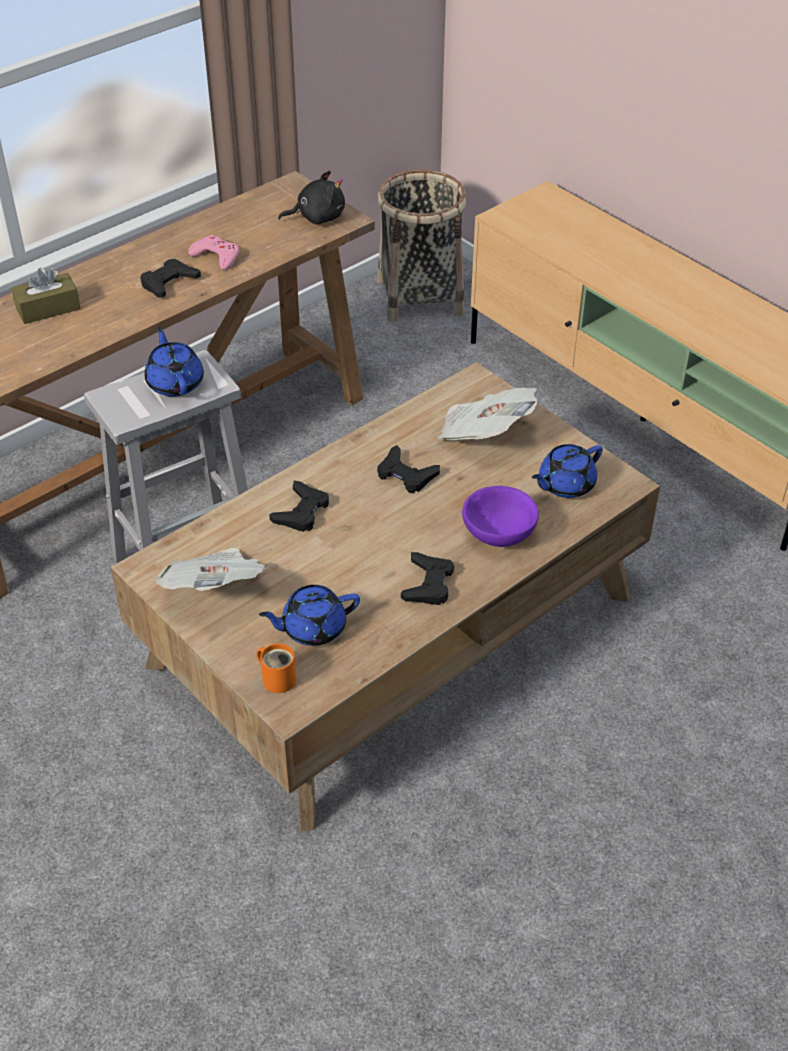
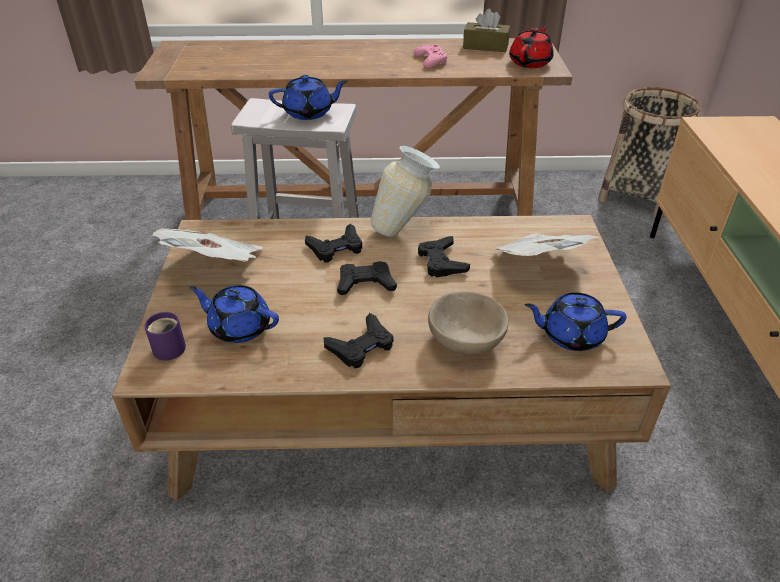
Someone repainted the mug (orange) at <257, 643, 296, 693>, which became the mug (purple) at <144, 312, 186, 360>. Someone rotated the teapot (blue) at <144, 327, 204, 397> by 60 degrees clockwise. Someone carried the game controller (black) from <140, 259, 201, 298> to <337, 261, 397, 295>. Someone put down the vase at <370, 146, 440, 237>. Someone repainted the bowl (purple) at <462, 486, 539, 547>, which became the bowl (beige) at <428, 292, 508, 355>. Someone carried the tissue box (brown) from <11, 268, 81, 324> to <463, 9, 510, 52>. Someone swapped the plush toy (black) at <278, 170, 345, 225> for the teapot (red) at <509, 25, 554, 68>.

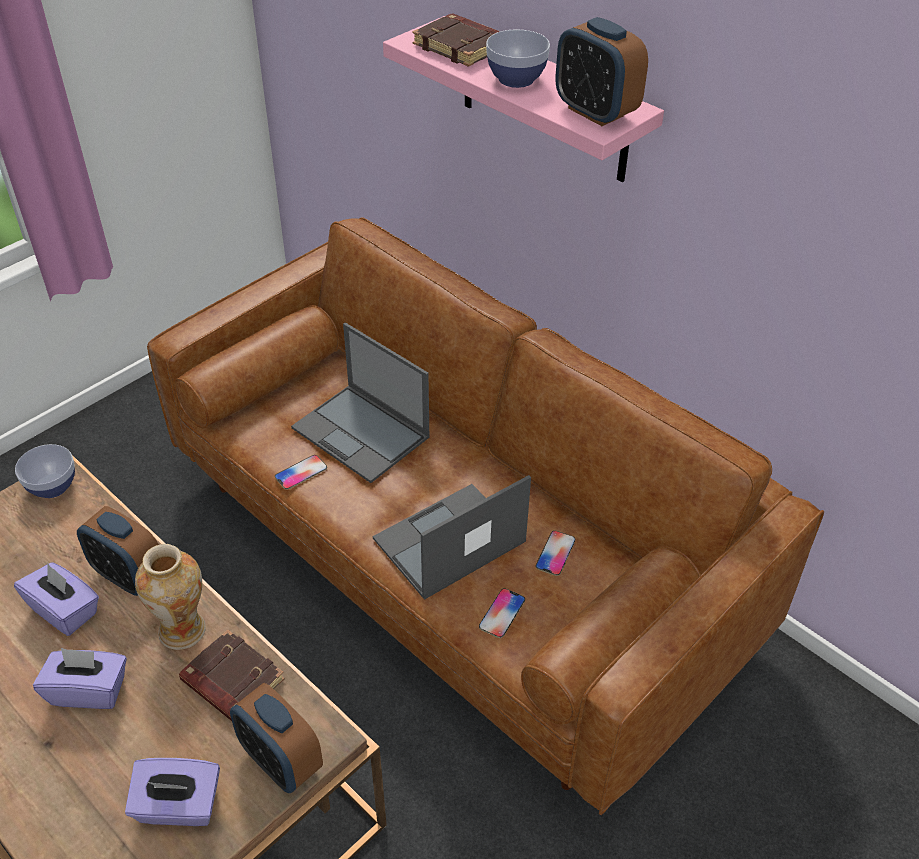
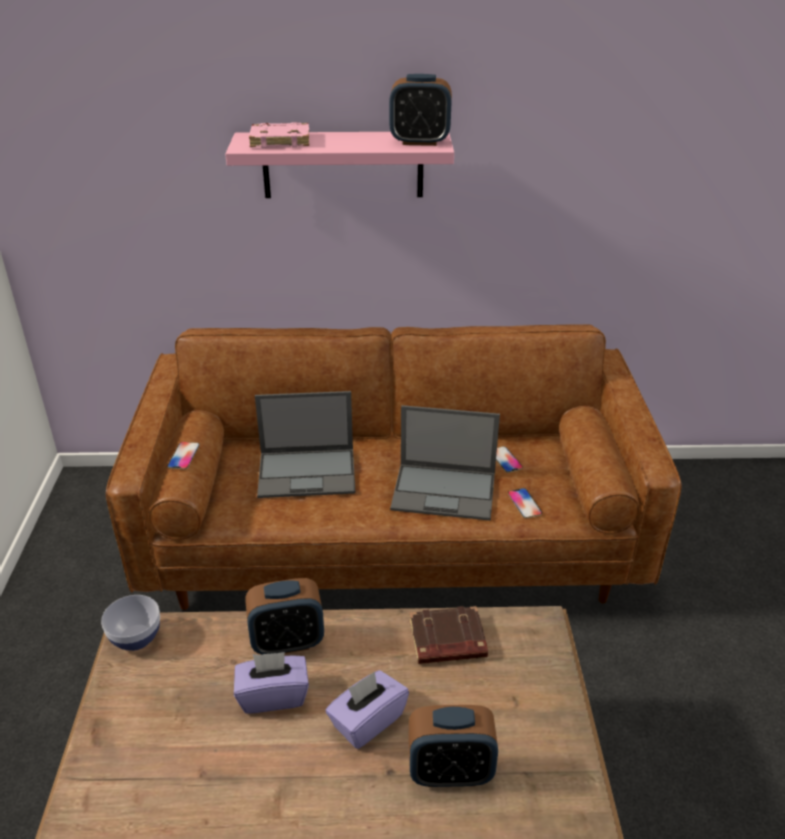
Someone carried the phone from <275, 455, 327, 490> to <167, 442, 200, 470>. Someone repainted the book (brown) at <412, 13, 500, 67>, which became the book (pink) at <249, 122, 309, 148>. Someone rotated the laptop at <373, 475, 531, 600> by 90 degrees counterclockwise. Someone carried the alarm clock from <230, 683, 323, 793> to <409, 705, 498, 787>. Someone took away the tissue box (purple) at <125, 758, 220, 826>. Someone took away the vase at <135, 544, 206, 650>. Someone took away the bowl at <486, 29, 550, 88>.

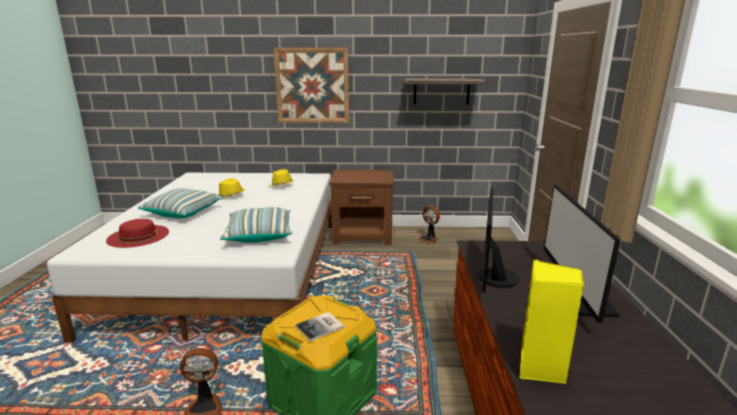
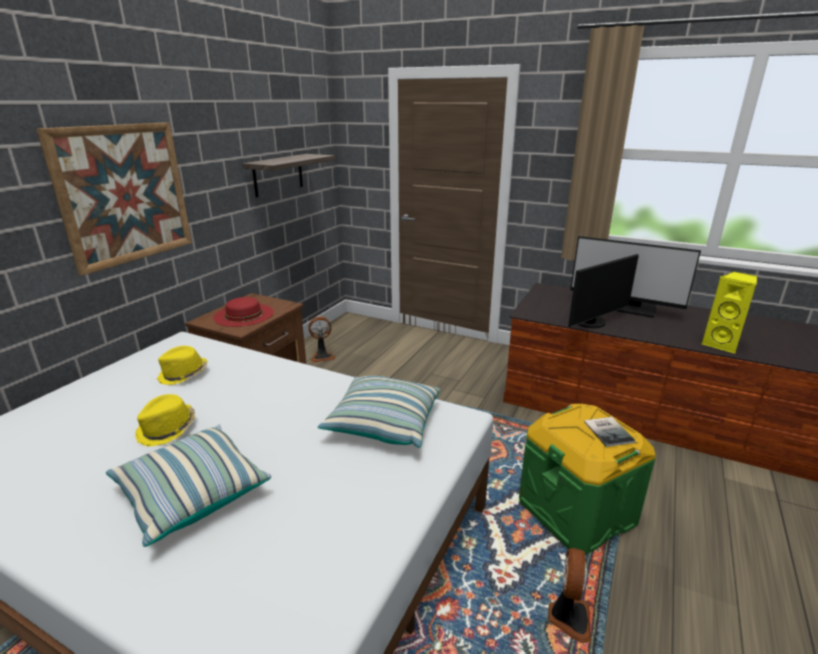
Someone carried the hat (red) from <106, 219, 169, 248> to <213, 297, 274, 327>. Someone rotated the monitor at <479, 188, 520, 293> by 75 degrees counterclockwise.

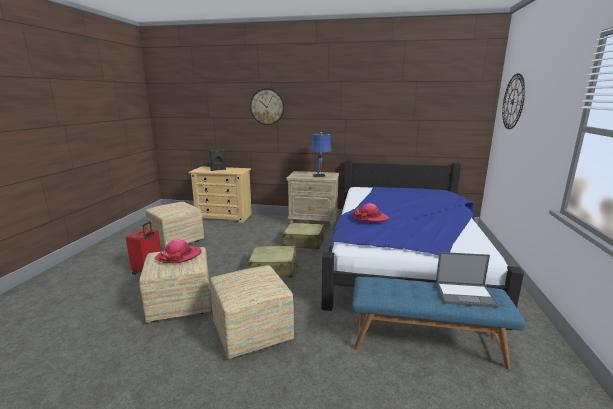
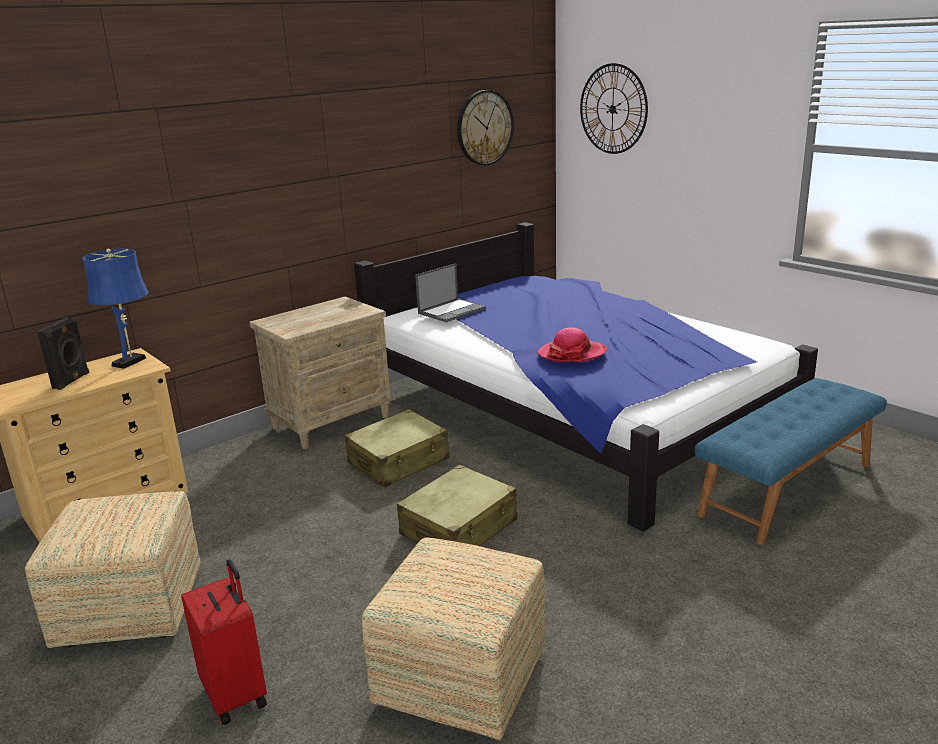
Someone carried the table lamp (blue) from <310, 132, 332, 177> to <82, 249, 149, 369>. Someone carried the laptop from <436, 252, 499, 308> to <415, 263, 486, 322>. Someone carried the wall clock from <250, 88, 284, 125> to <457, 90, 514, 165>. Someone took away the hat at <155, 239, 202, 263>. Someone took away the ottoman at <210, 265, 294, 359>.

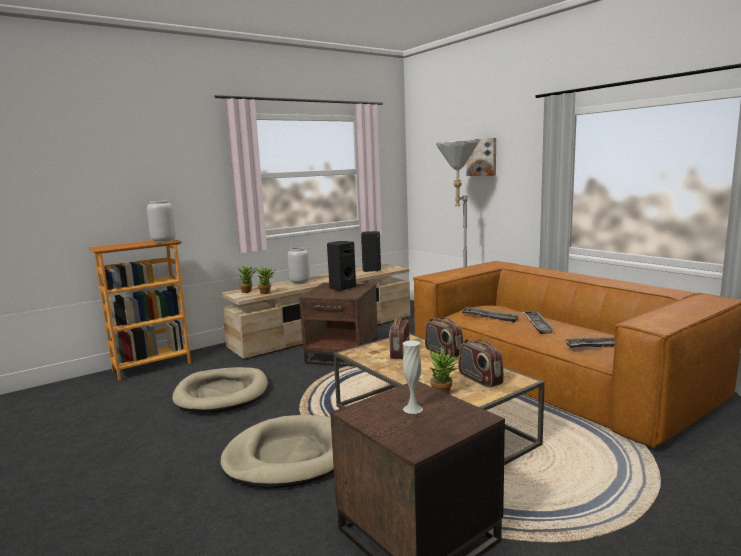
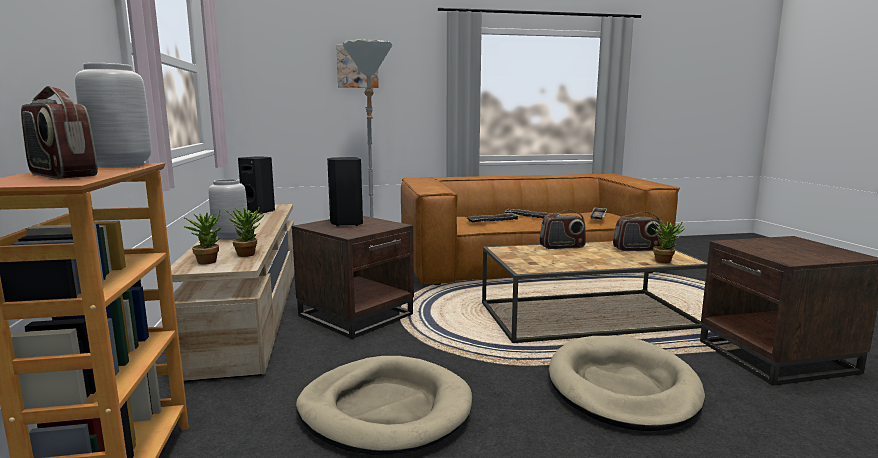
Someone carried the radio from <389, 317, 410, 359> to <21, 86, 98, 179>. Someone took away the vase (white) at <403, 340, 423, 414>.

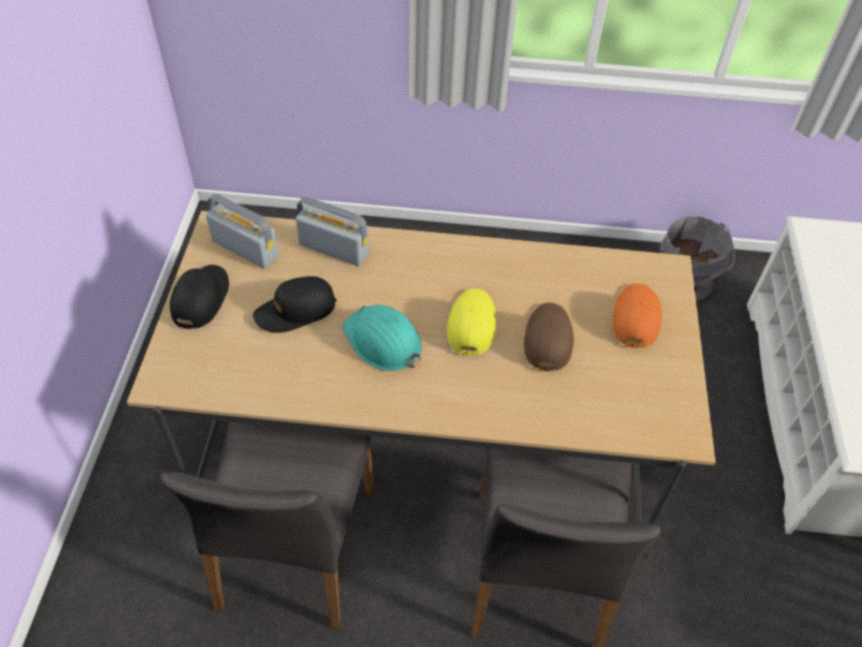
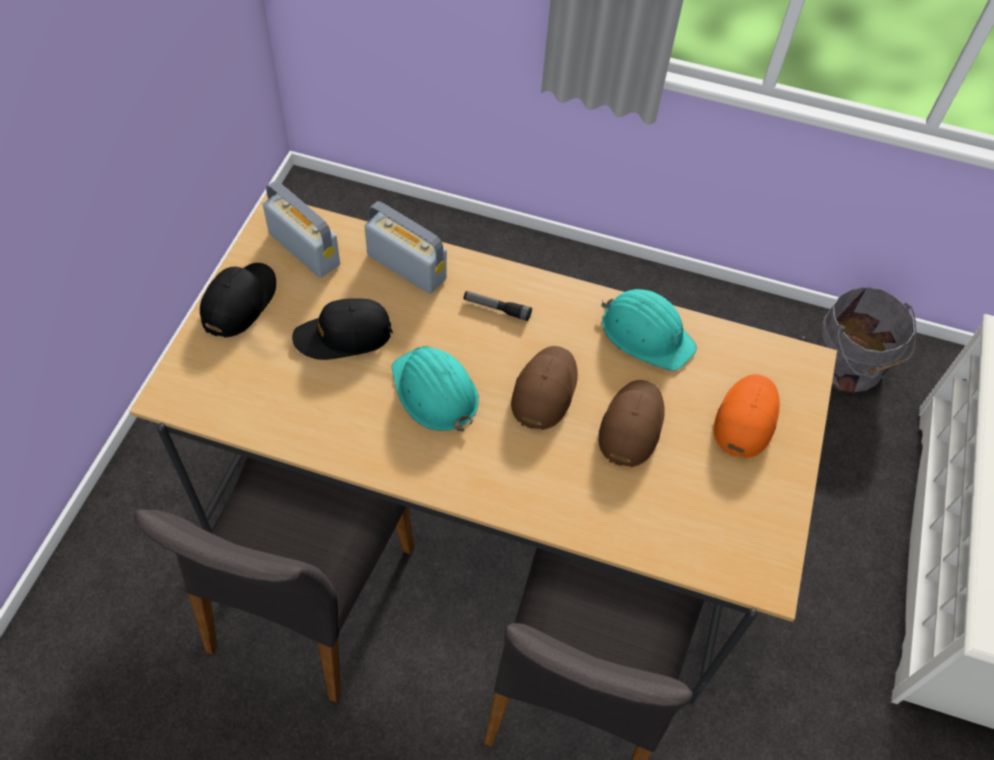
Someone put down the flashlight at <463, 291, 532, 321>. Someone repainted the cap (yellow) at <447, 289, 496, 356>, which became the cap (brown) at <511, 346, 578, 430>. Someone put down the hard hat (turquoise) at <601, 289, 697, 371>.

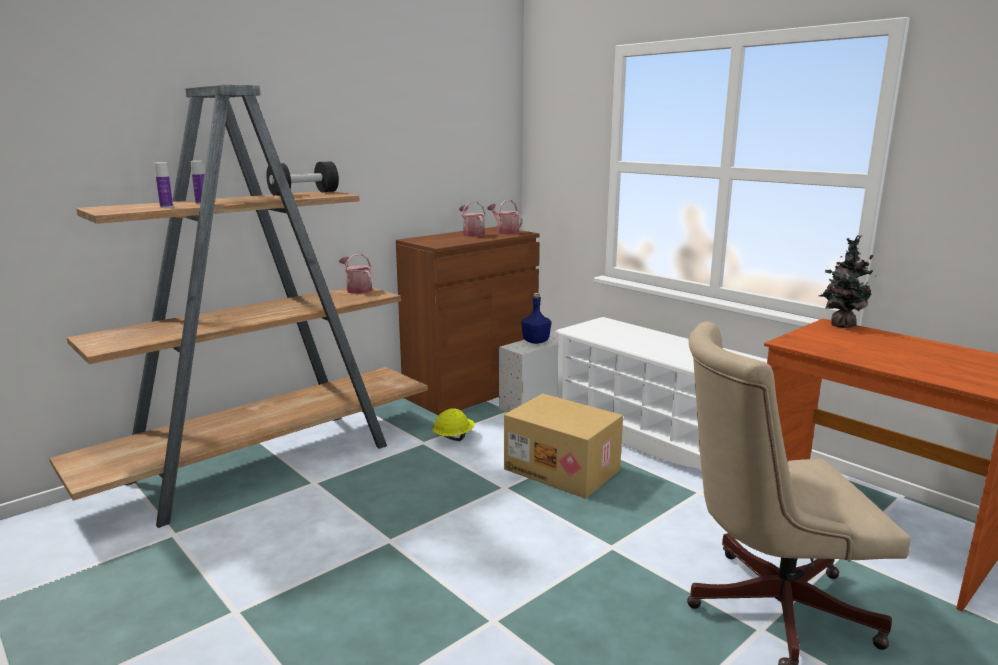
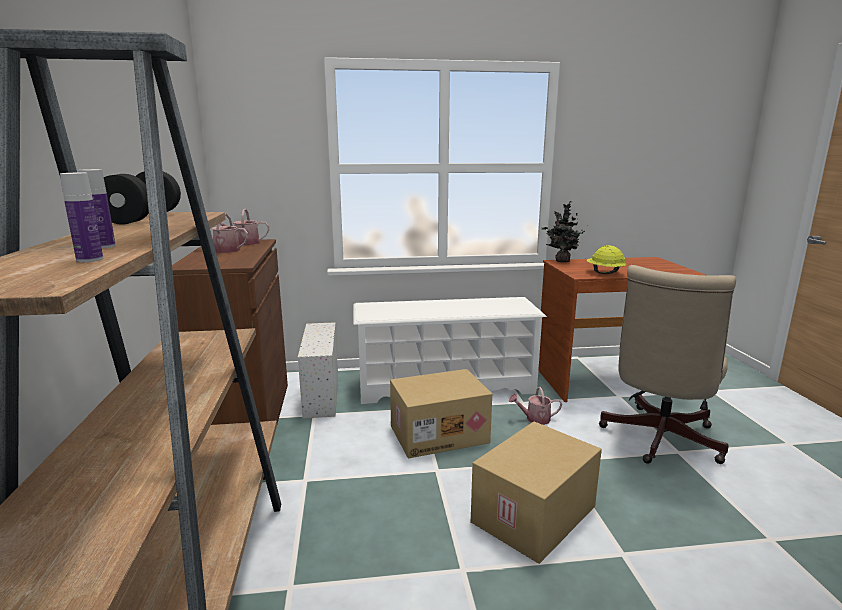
Someone put down the cardboard box at <471, 422, 602, 564>. Someone carried the watering can from <339, 254, 372, 294> to <509, 387, 562, 425>. Someone carried the hard hat (yellow) from <433, 408, 475, 441> to <587, 245, 627, 274>. Someone took away the bottle (blue) at <521, 293, 551, 344>.

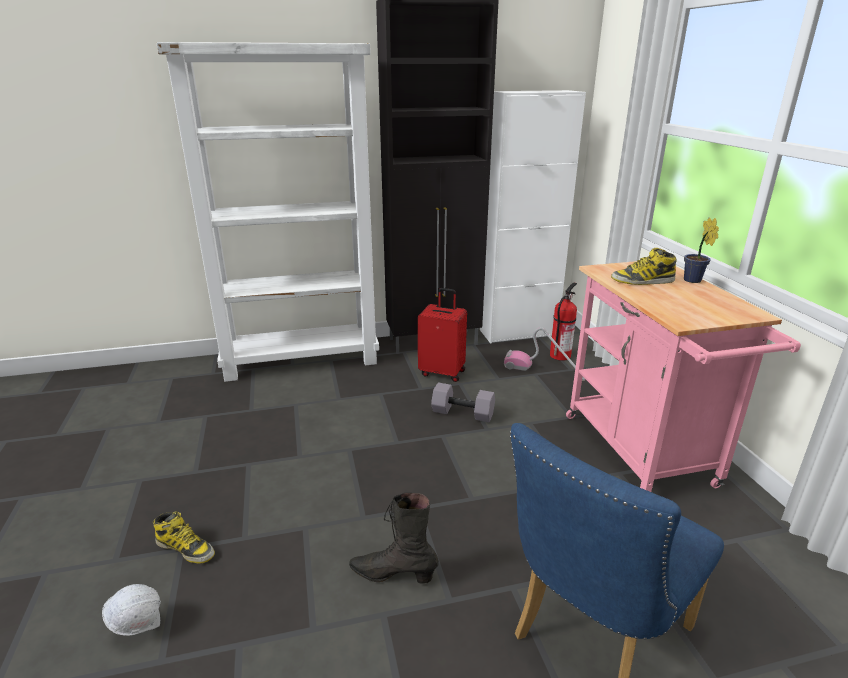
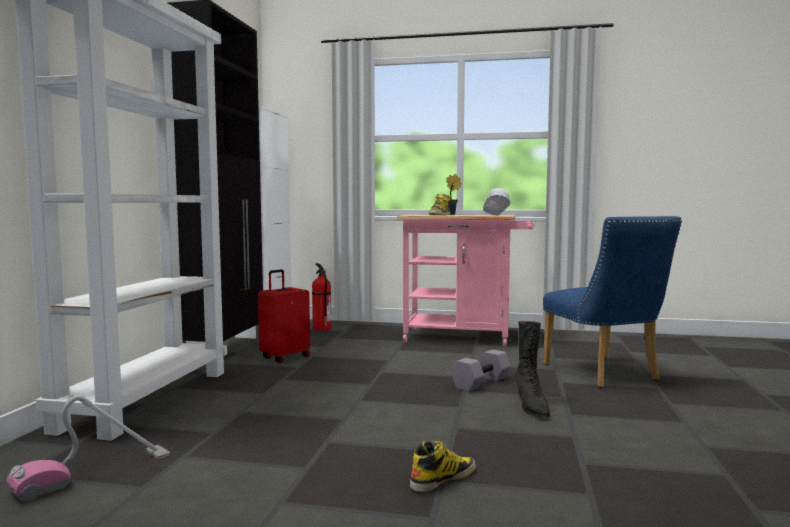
Someone carried the vacuum cleaner from <504, 327, 586, 381> to <6, 395, 170, 502>. Someone carried the dumbbell (grey) from <431, 382, 495, 422> to <451, 349, 511, 392>. Someone carried the hard hat (white) from <102, 584, 161, 636> to <483, 188, 510, 216>. Someone rotated the boot (black) at <349, 493, 439, 584> by 45 degrees counterclockwise.

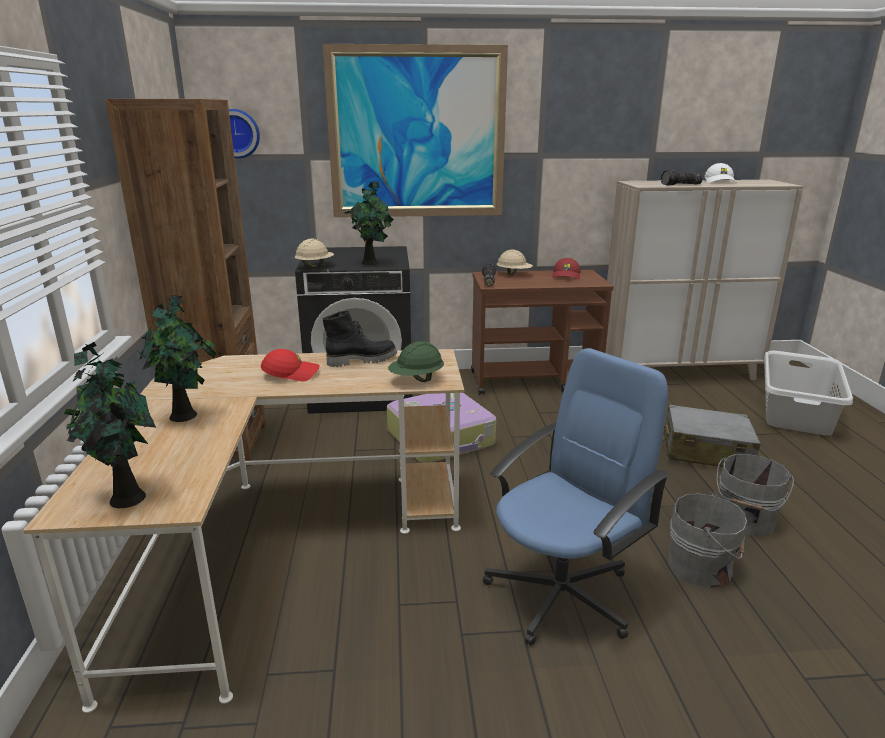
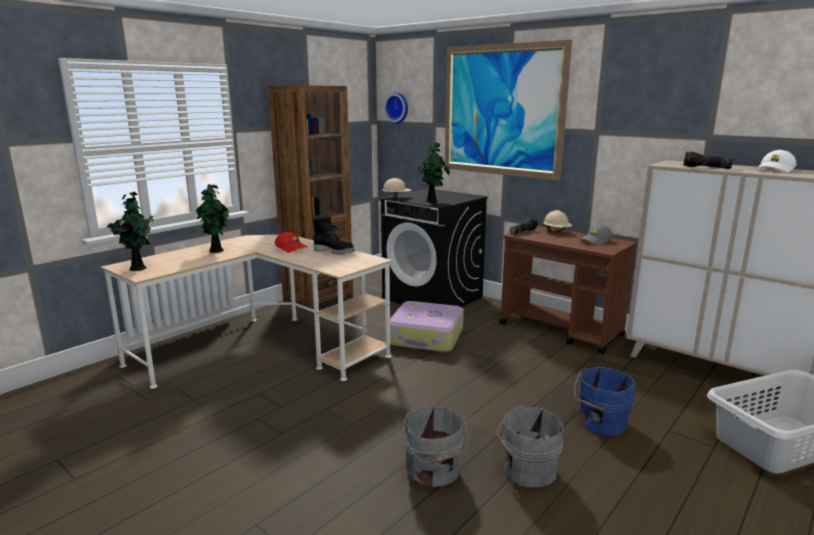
Someone swapped the suitcase (grey) at <663, 404, 761, 467> for the bucket (blue) at <574, 367, 635, 436>. Someone repainted the cap (red) at <552, 258, 580, 279>, which became the cap (grey) at <579, 225, 613, 245>. Someone took away the hard hat (green) at <388, 341, 444, 382>. Someone took away the office chair (blue) at <483, 348, 670, 646>.

